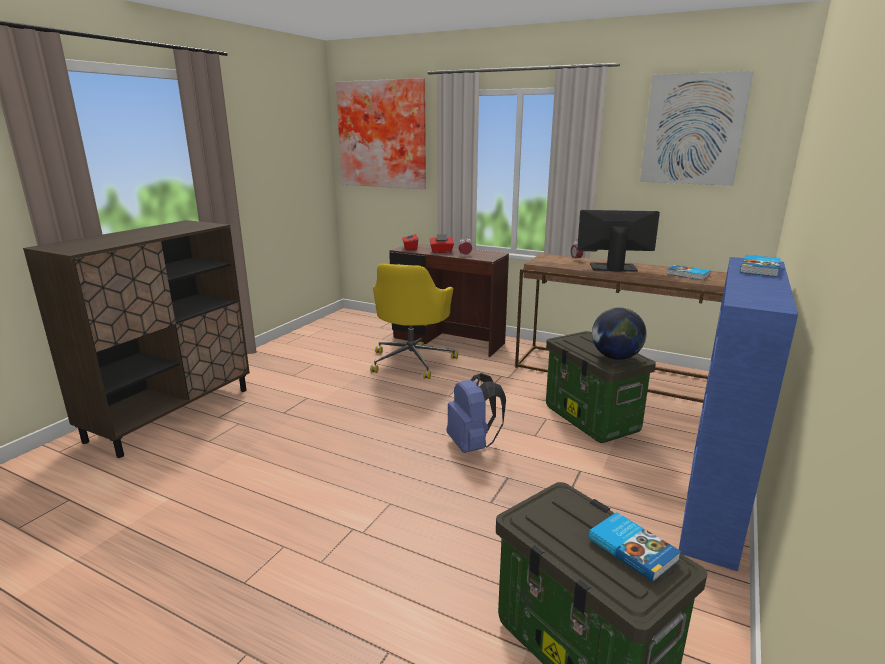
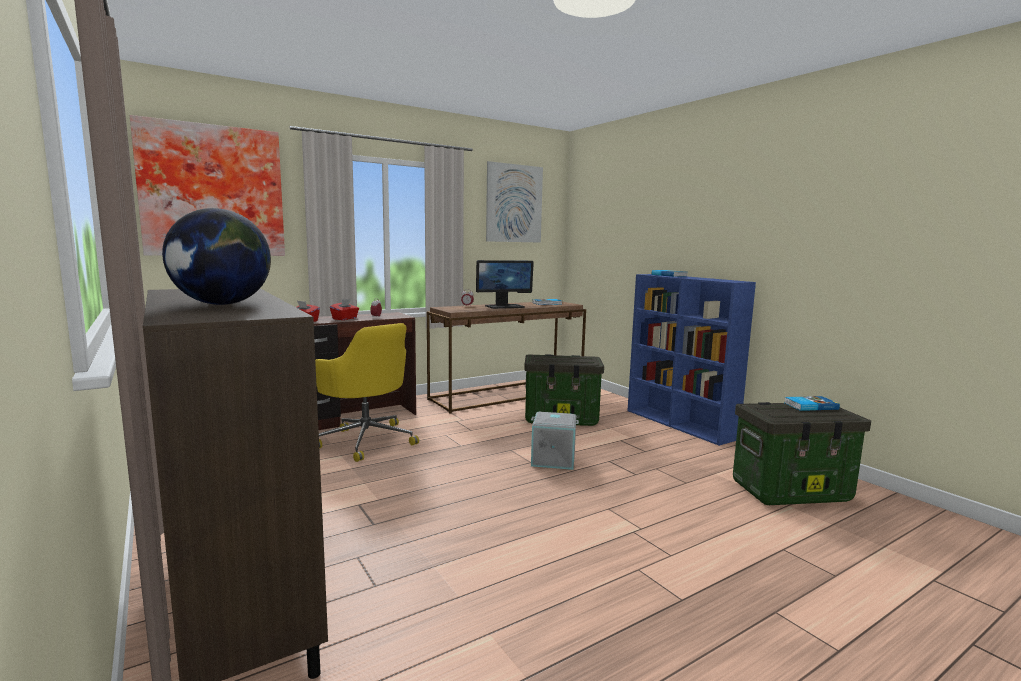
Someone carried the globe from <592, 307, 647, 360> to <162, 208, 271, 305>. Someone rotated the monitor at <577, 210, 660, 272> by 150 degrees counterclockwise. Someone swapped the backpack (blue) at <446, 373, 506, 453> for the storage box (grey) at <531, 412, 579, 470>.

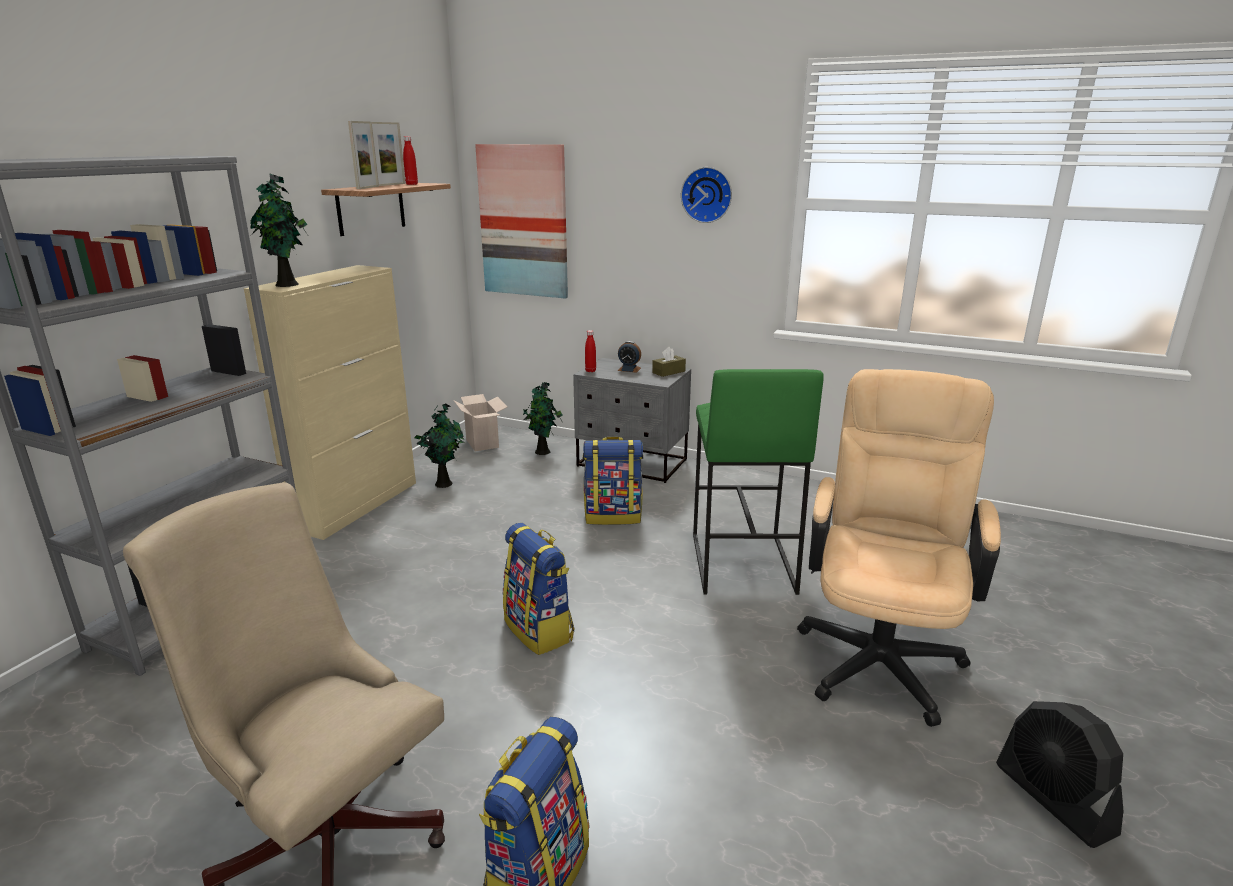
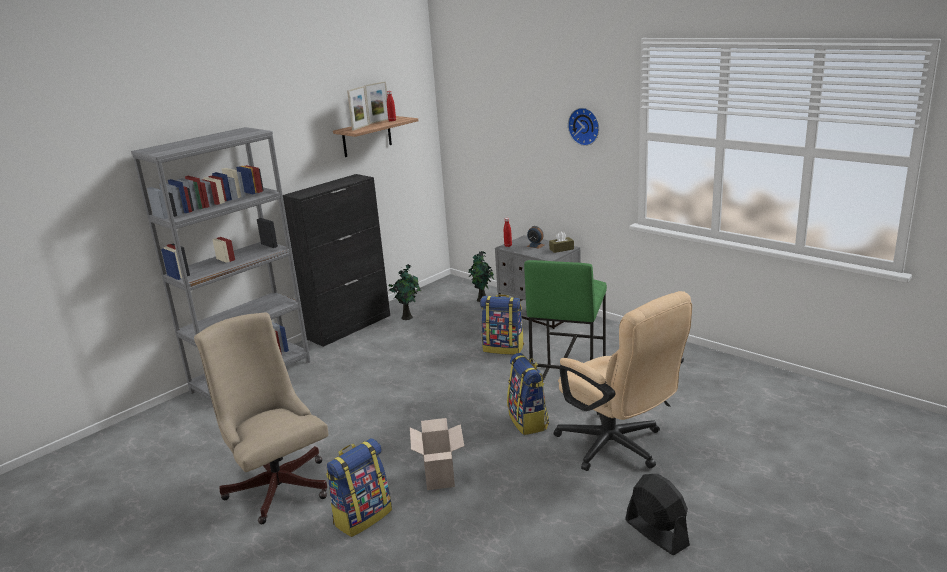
Someone repainted the cabinet (beige) at <244, 265, 416, 540>, which became the cabinet (black) at <283, 174, 390, 347>. Someone carried the cardboard box from <453, 394, 507, 451> to <410, 418, 464, 490>. Someone carried the backpack from <503, 523, 574, 655> to <507, 353, 549, 435>. Someone rotated the office chair (beige) at <797, 369, 1001, 727> by 105 degrees clockwise. Someone rotated the fan (black) at <996, 701, 1123, 848> by 150 degrees clockwise. Someone took away the potted plant at <250, 173, 307, 287>. Someone took away the picture at <475, 144, 568, 299>.

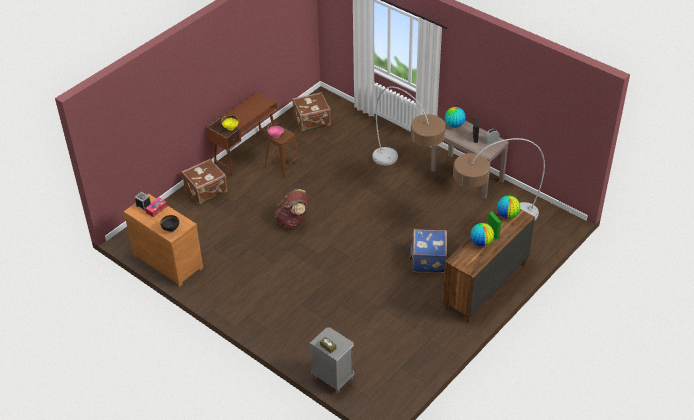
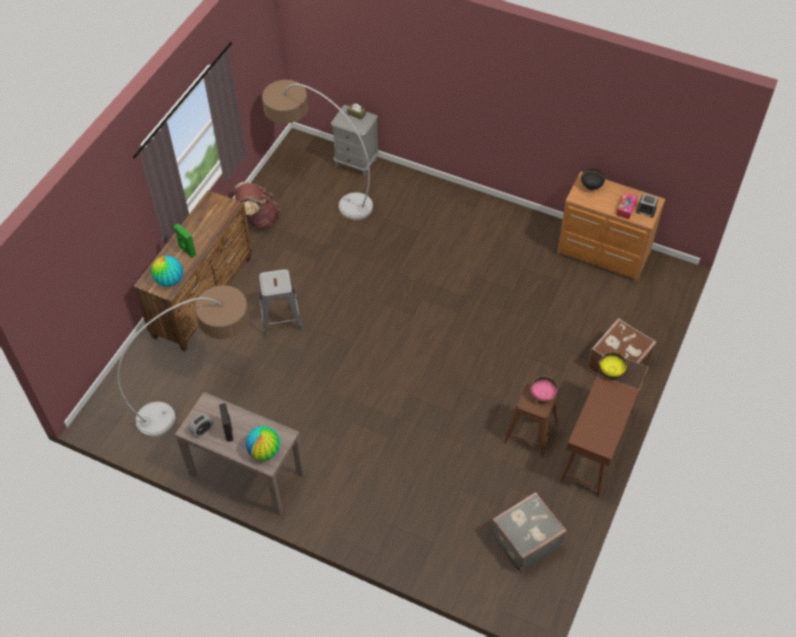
Someone carried the backpack (brown) from <275, 189, 307, 228> to <235, 181, 280, 229>. Someone swapped the suitcase (blue) at <409, 229, 447, 273> for the stool (grey) at <259, 269, 303, 337>. Someone carried the floor lamp from <372, 86, 445, 166> to <262, 80, 373, 220>. Someone repainted the suitcase (brown) at <292, 92, 331, 132>, which became the suitcase (grey) at <491, 492, 566, 573>. Someone took away the globe at <470, 223, 494, 247>.

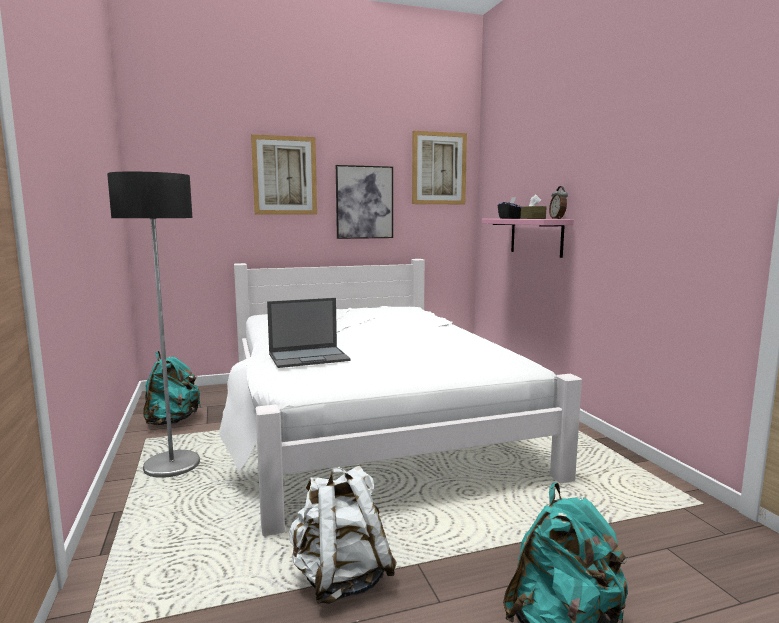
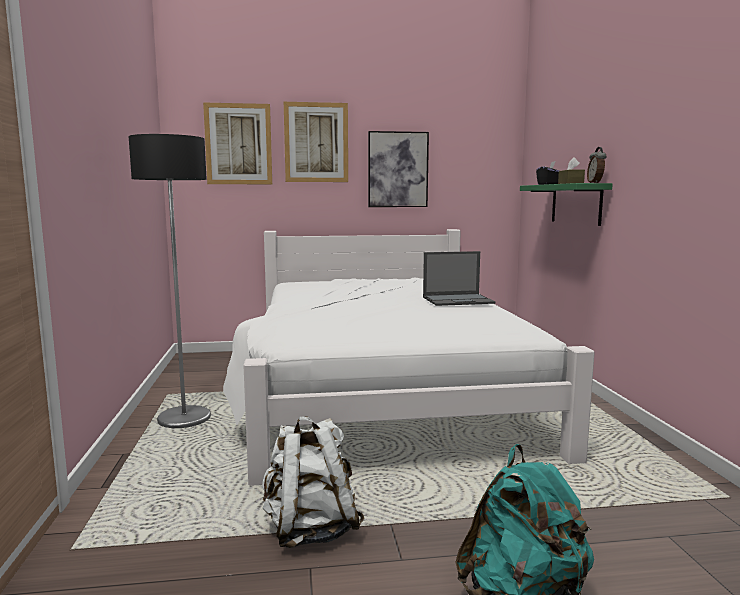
Someone carried the picture from <412, 131, 467, 204> to <203, 102, 272, 184>. Someone carried the laptop from <267, 298, 351, 368> to <423, 251, 496, 306>. Someone repainted the shelf (pink) at <482, 219, 574, 258>, which became the shelf (green) at <520, 183, 613, 226>. Someone took away the backpack (turquoise) at <143, 351, 201, 425>.

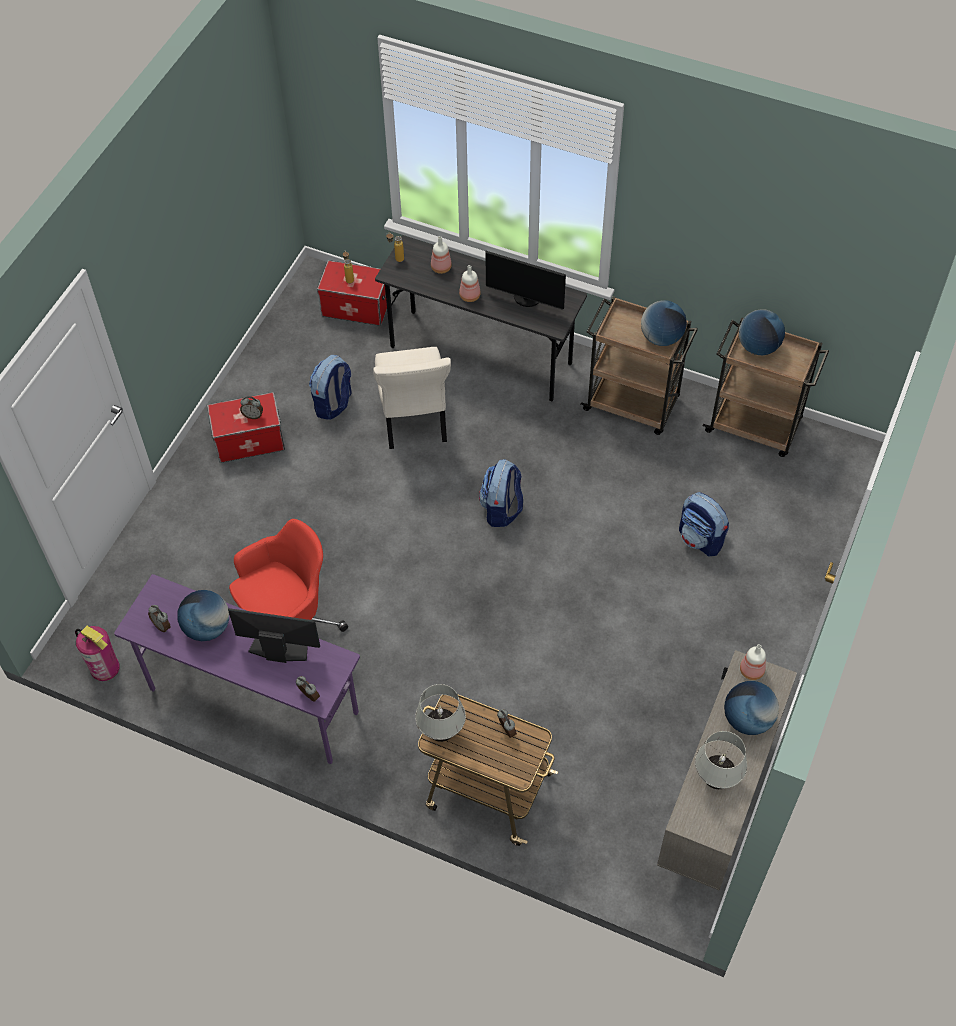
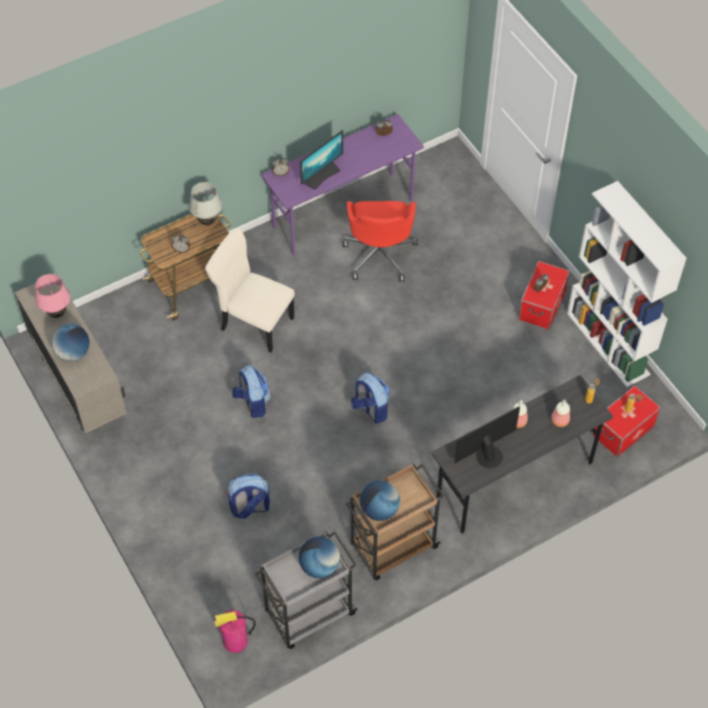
Someone repainted the table lamp (white) at <695, 731, 747, 789>, which became the table lamp (pink) at <35, 274, 70, 318>. Someone carried the chair (beige) from <373, 347, 451, 449> to <205, 228, 295, 352>. Someone carried the fire extinguisher from <75, 626, 120, 681> to <214, 610, 256, 653>. Someone carried the backpack from <309, 355, 351, 420> to <232, 365, 271, 418>. Someone repainted the cart (brown) at <703, 318, 829, 457>, which became the cart (grey) at <255, 530, 358, 649>. Someone put down the bookcase (white) at <567, 181, 687, 387>. Someone took away the globe at <177, 590, 229, 641>. Someone took away the bottle at <740, 644, 766, 680>.

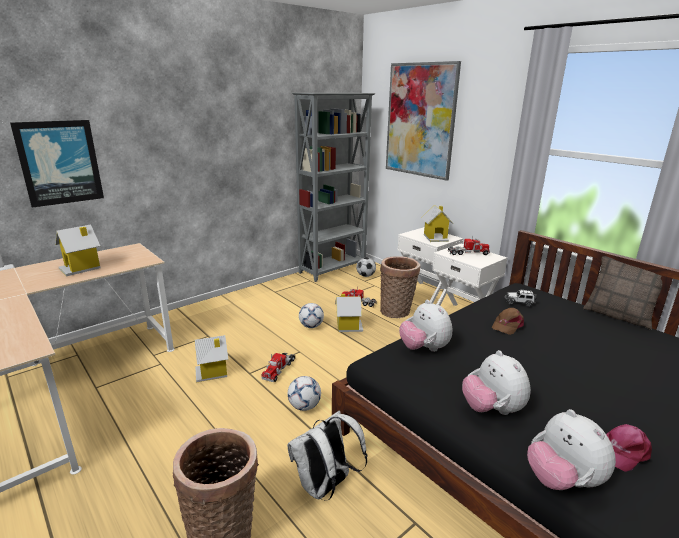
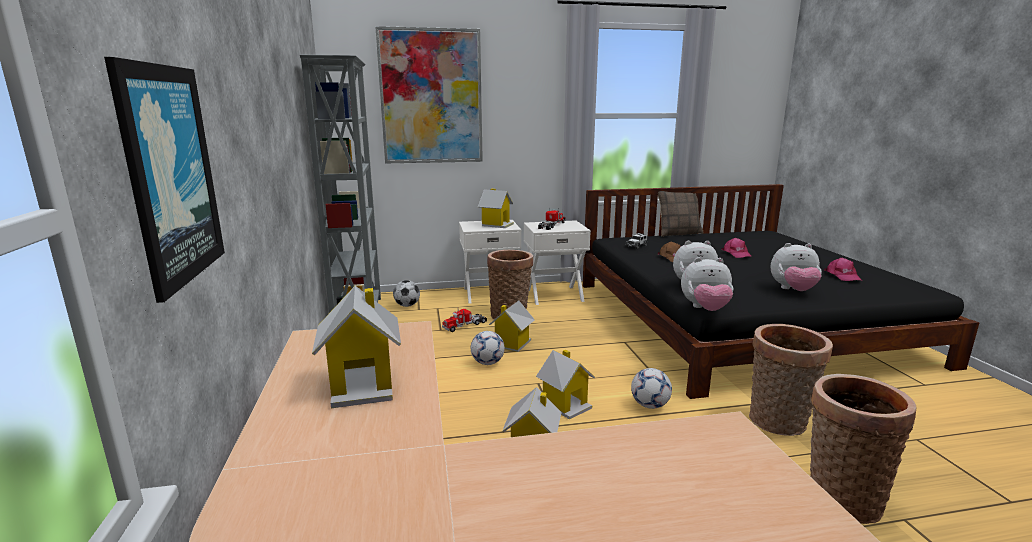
Someone swapped the toy truck at <261, 352, 295, 382> for the toy house at <536, 350, 595, 419>. Someone carried the plush toy from <527, 409, 616, 490> to <681, 257, 734, 311>. Someone put down the cap (pink) at <722, 238, 752, 258>. Someone swapped the backpack (white) at <287, 411, 367, 501> for the basket at <749, 324, 833, 436>.

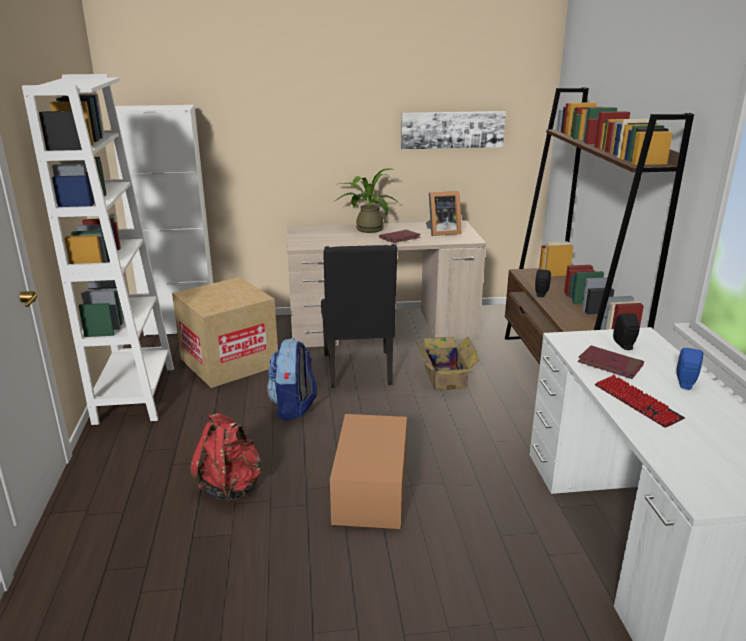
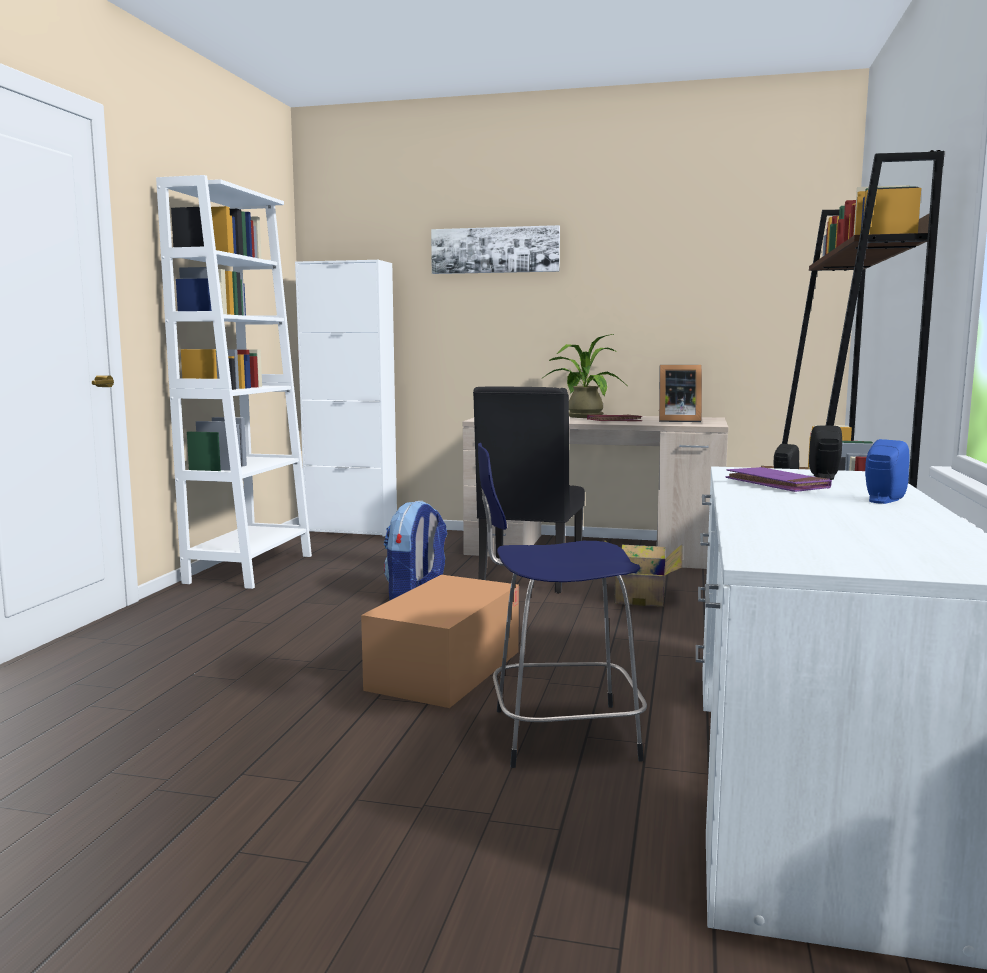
Someone carried the picture from <401, 111, 506, 149> to <431, 225, 560, 274>. Someone put down the stool (blue) at <478, 443, 647, 768>. Someone repainted the book (red) at <577, 346, 644, 379>, which became the book (purple) at <726, 467, 832, 492>. Someone took away the cardboard box at <172, 277, 278, 388>. Someone took away the backpack (red) at <190, 413, 261, 501>. Someone took away the keyboard at <595, 375, 685, 428>.

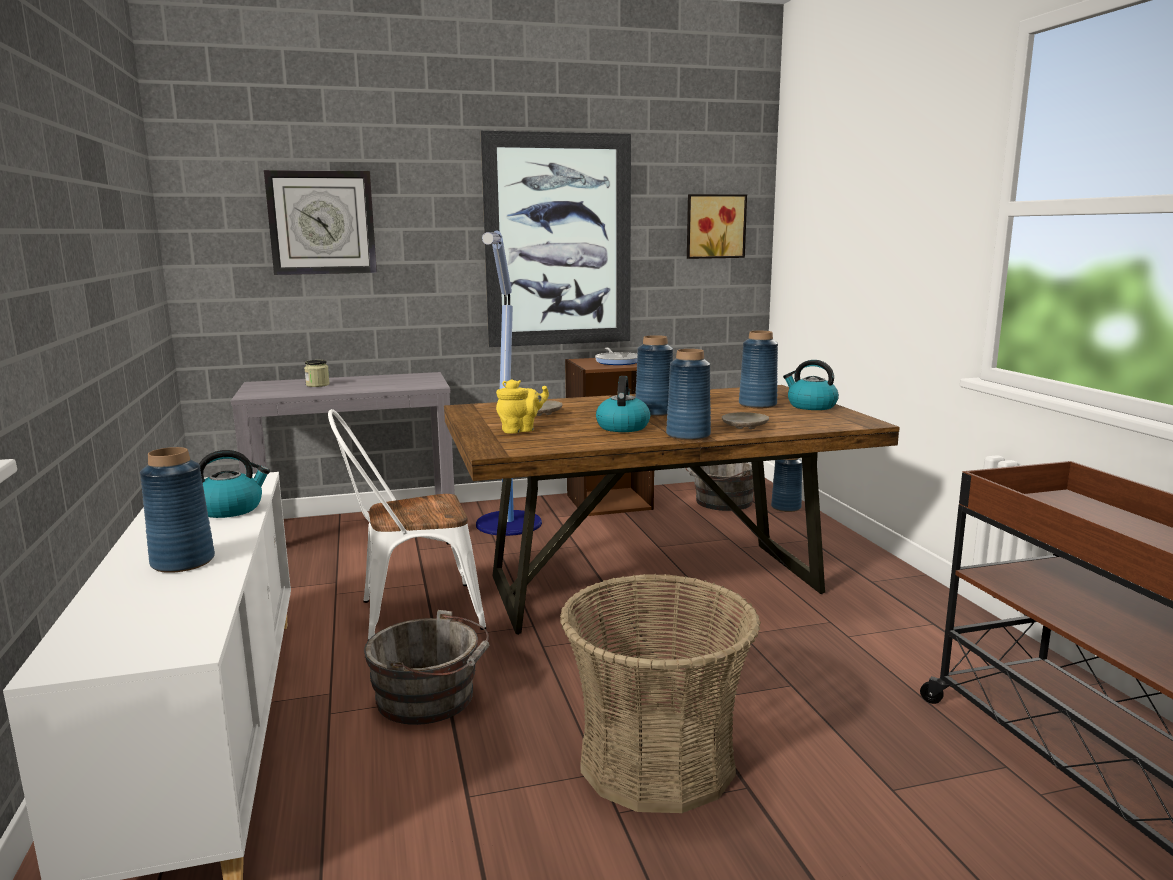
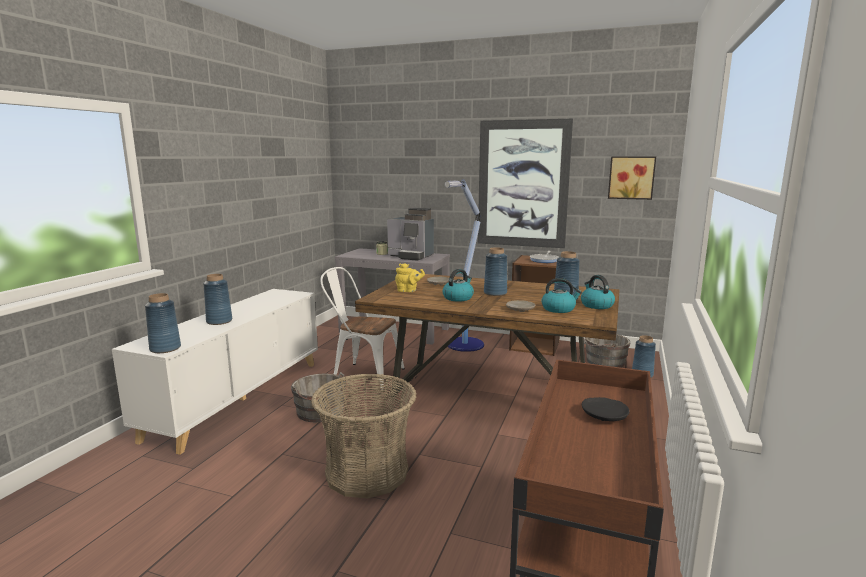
Someone carried the vase (blue) from <666, 349, 711, 440> to <145, 293, 181, 353>. Someone put down the coffee machine at <387, 208, 434, 261>. Someone carried the kettle from <199, 450, 270, 518> to <542, 278, 582, 313>. Someone put down the plate (black) at <582, 397, 630, 421>. Someone took away the wall clock at <264, 170, 377, 275>.

